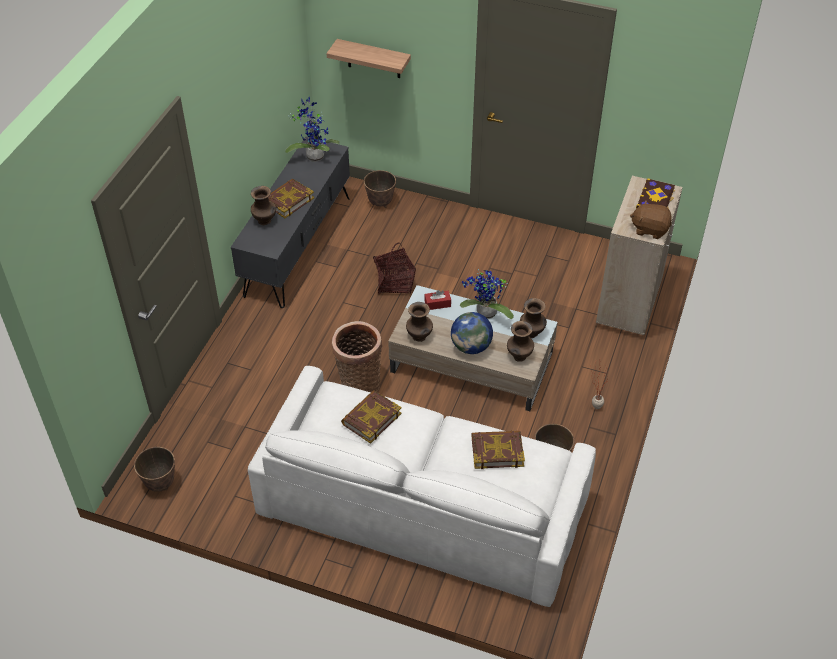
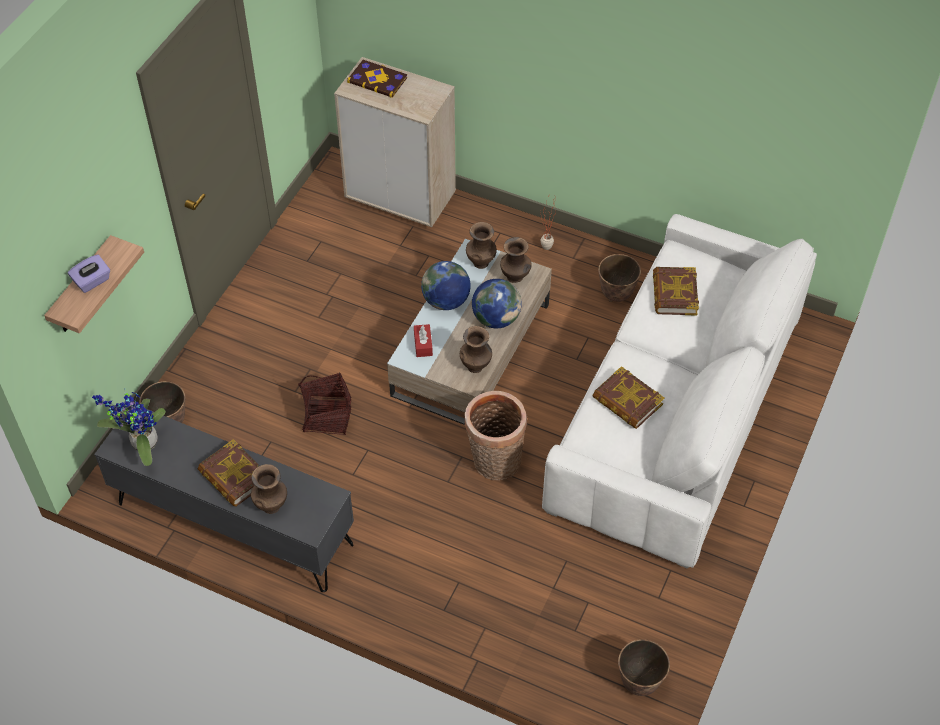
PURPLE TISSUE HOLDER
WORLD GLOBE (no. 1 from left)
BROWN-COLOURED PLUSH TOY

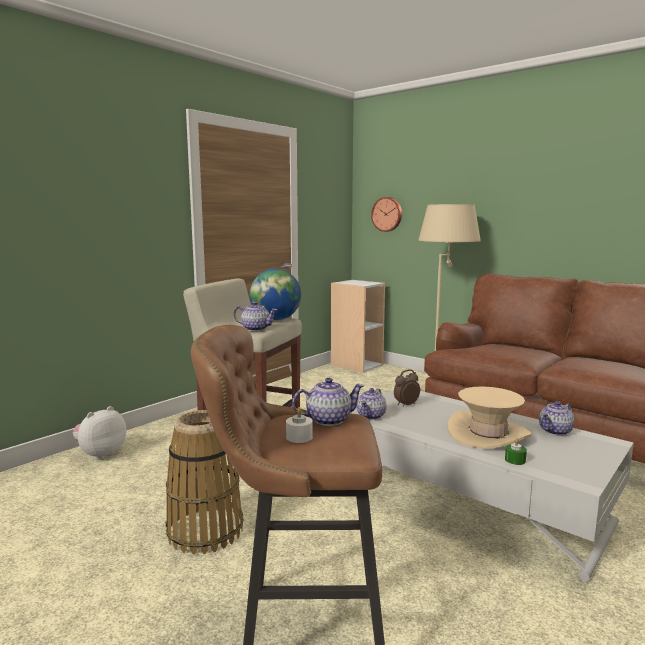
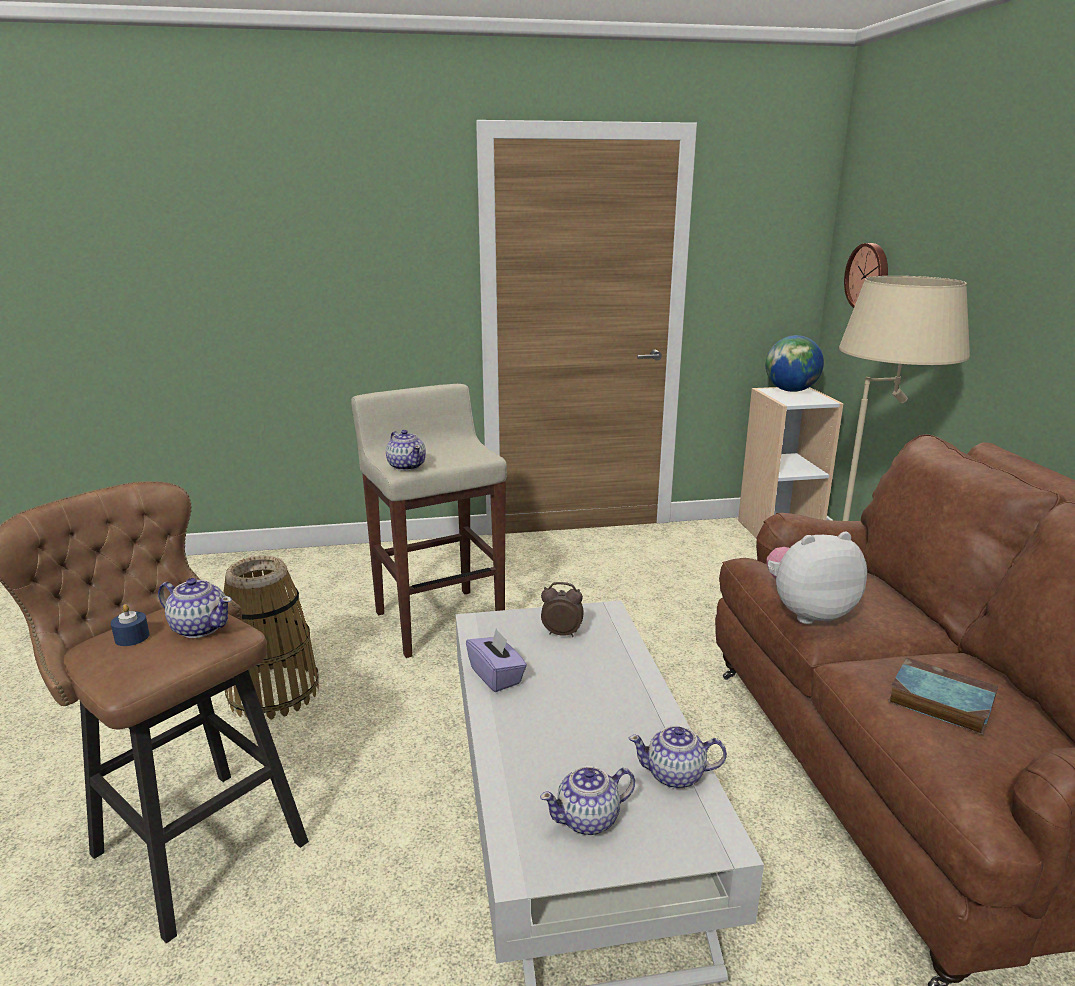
BLUE WAX LIGHT
PURPLE TISSUE HOLDER
TEA POT (no. 3 from left)
WORLD GLOBE
PLUSH TOY
VOLUME
BEIGE WEARABLE HAT
GREEN-COLOURED WAX LIGHT

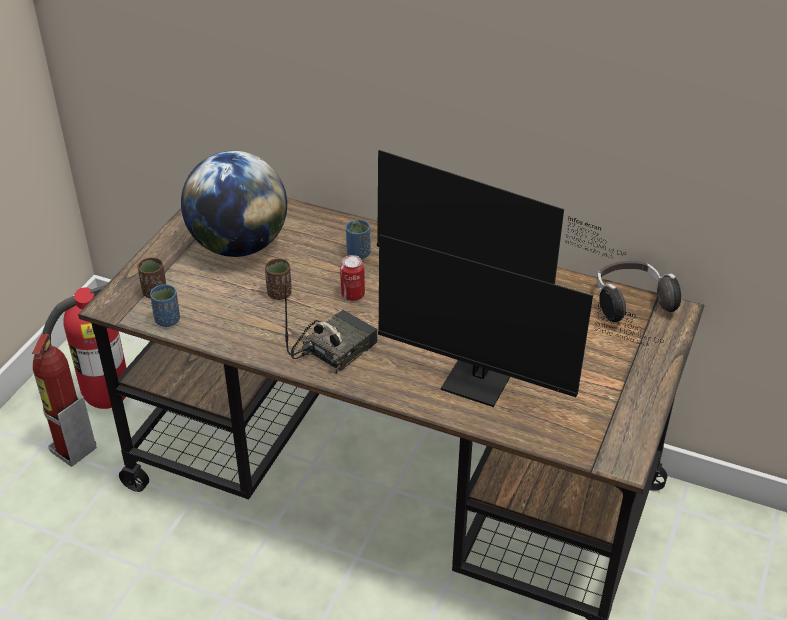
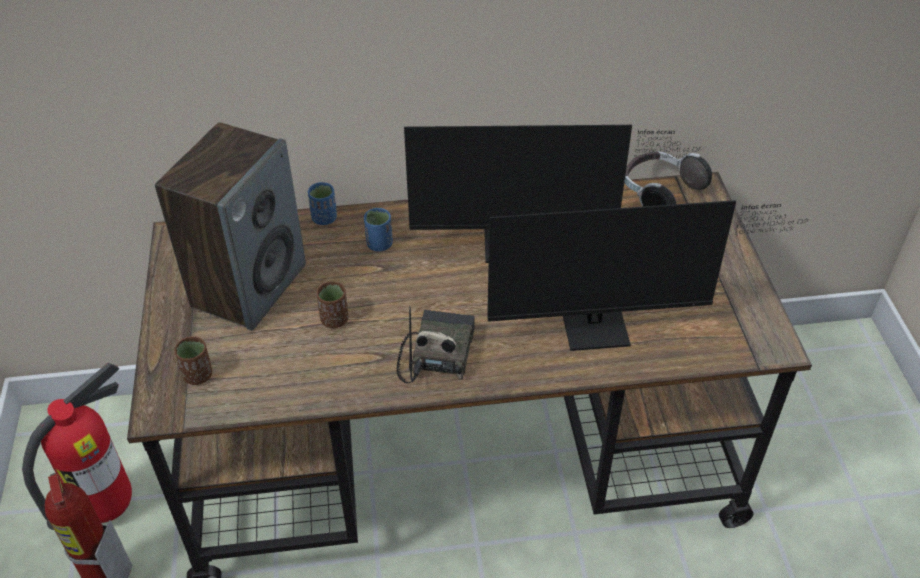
AUDIO SPEAKER
BLUE DRINKING CUP (no. 1 from left)
METAL CAN

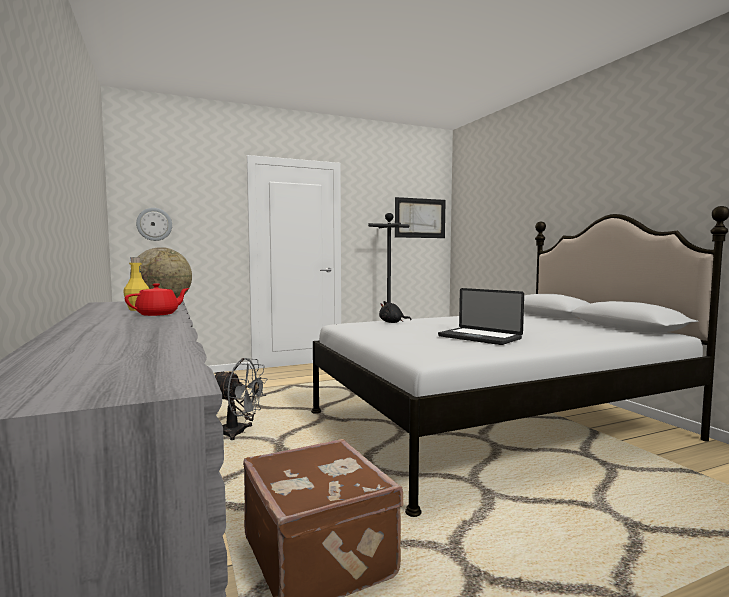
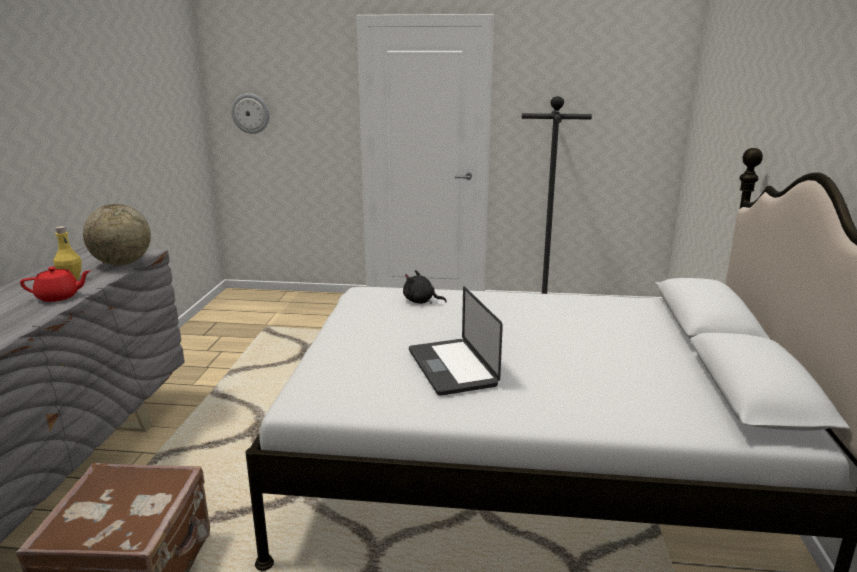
GREY COOLING FAN
WALL ART

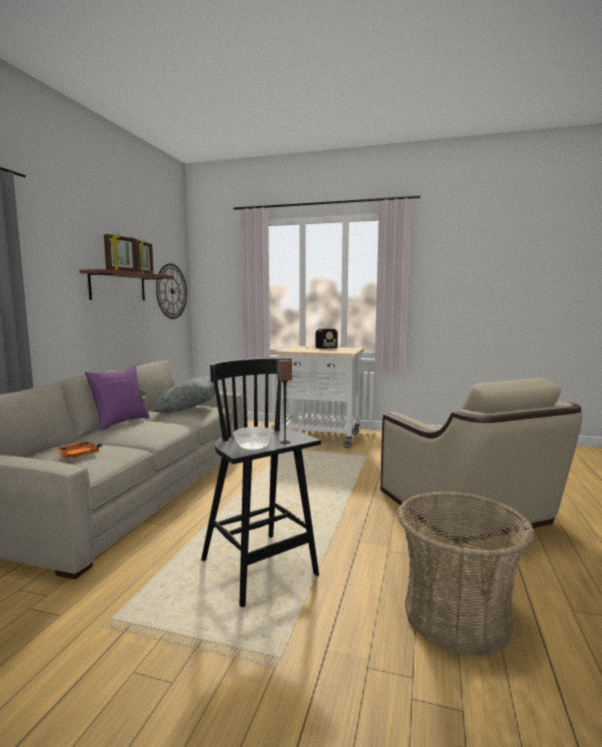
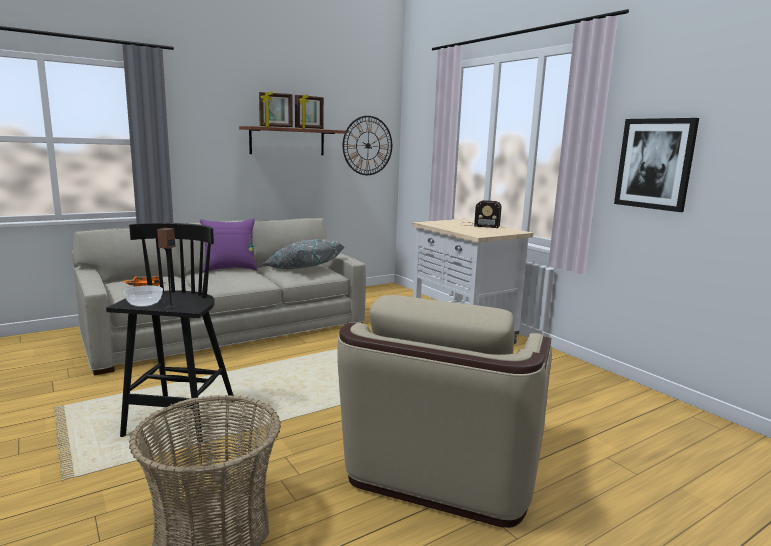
WALL ART

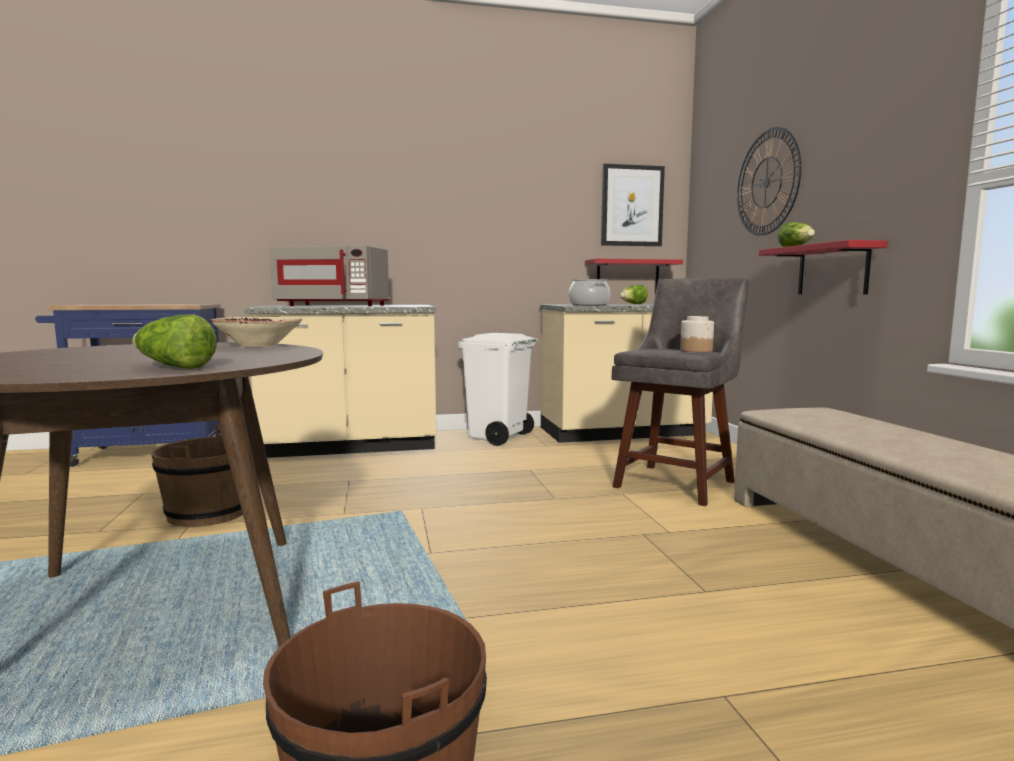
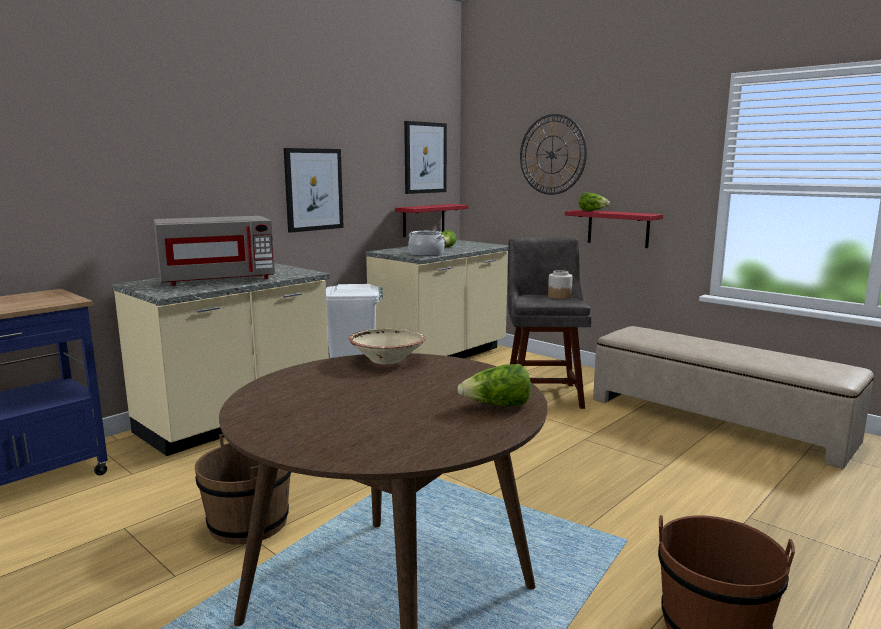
WALL ART (no. 1 from left)

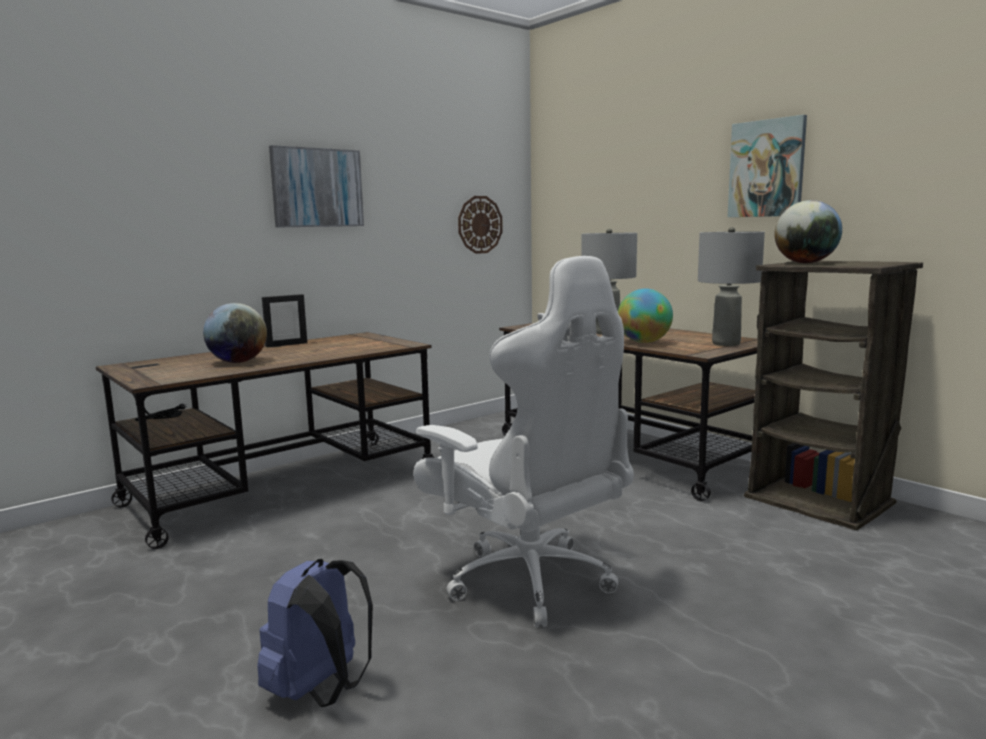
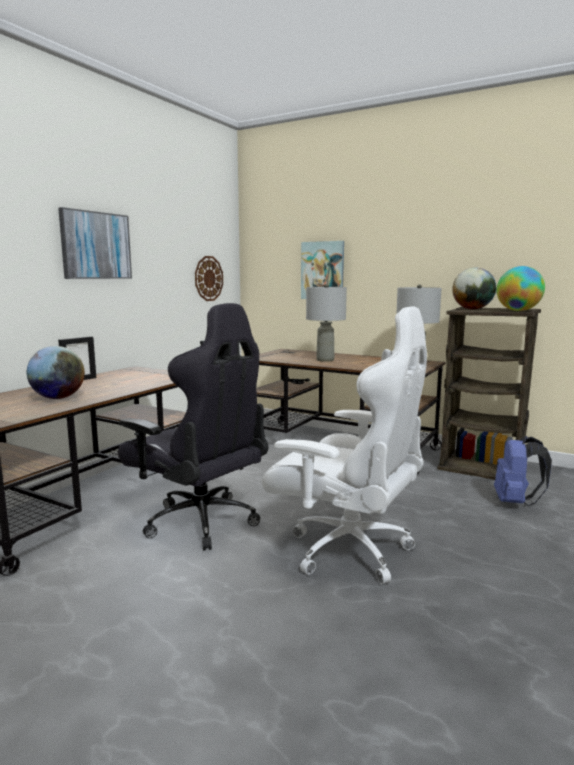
BLACK DESK CHAIR
WALL ART (no. 2 from left)
BLUE RUCKSACK
WORLD GLOBE (no. 3 from left)

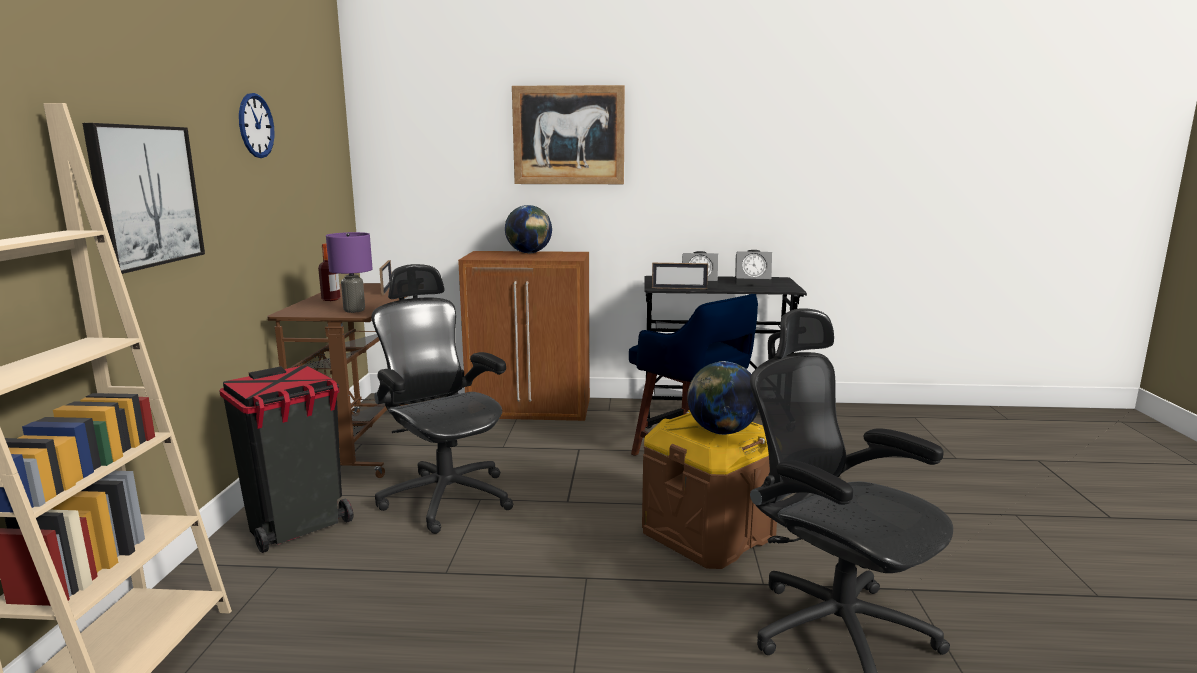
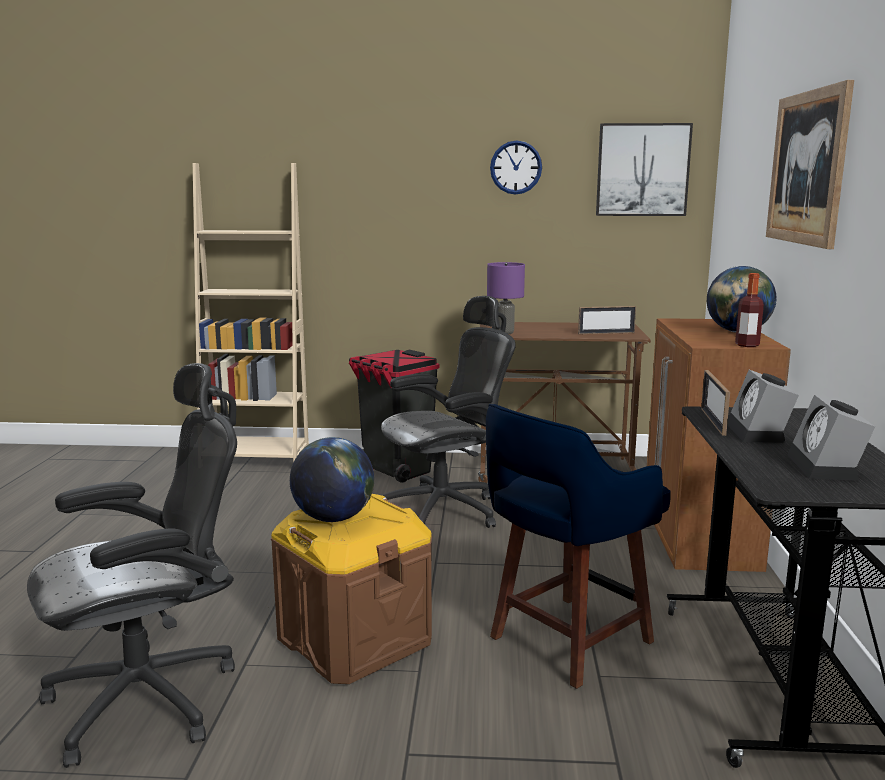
WALL ART (no. 1 from left)
BOTTLE

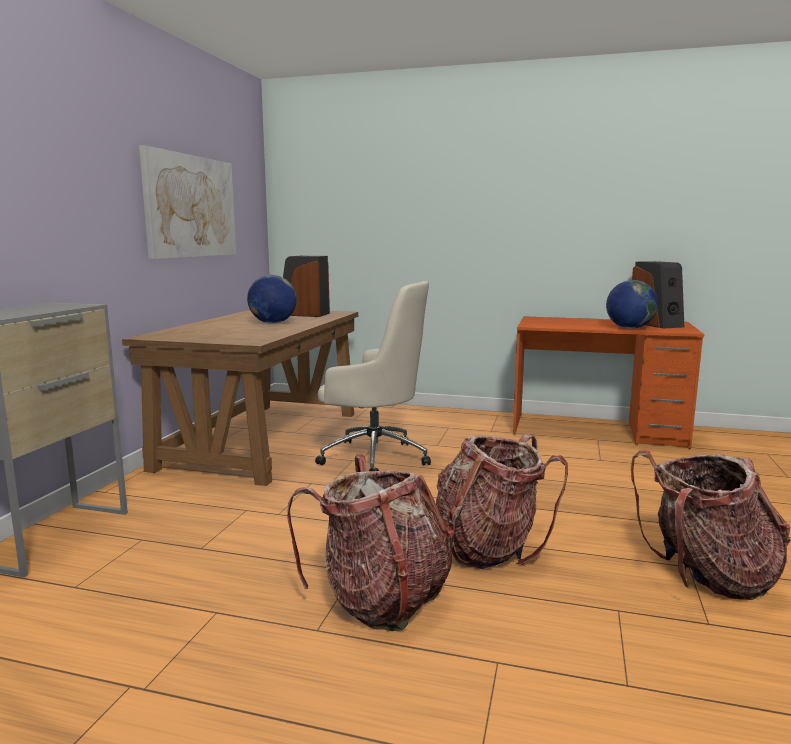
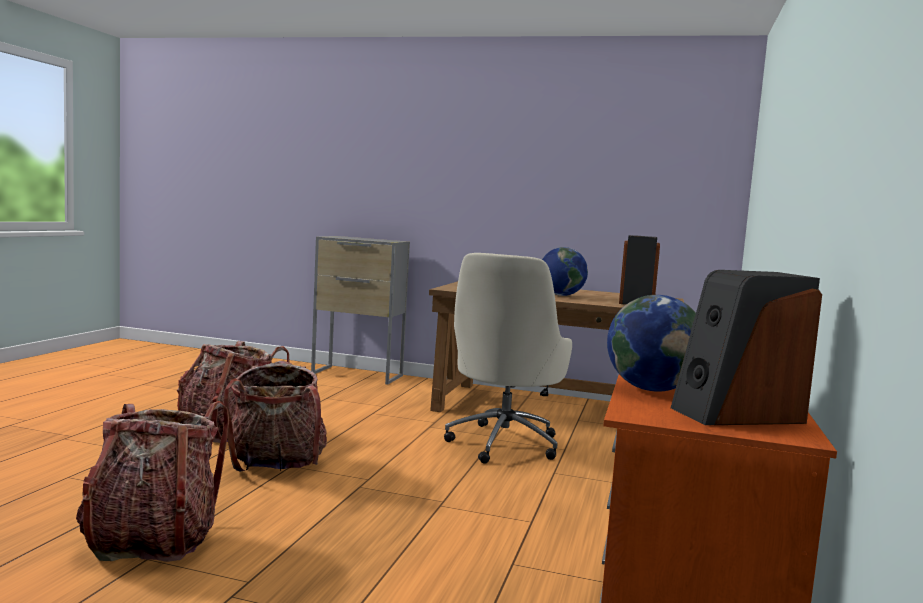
WALL ART

